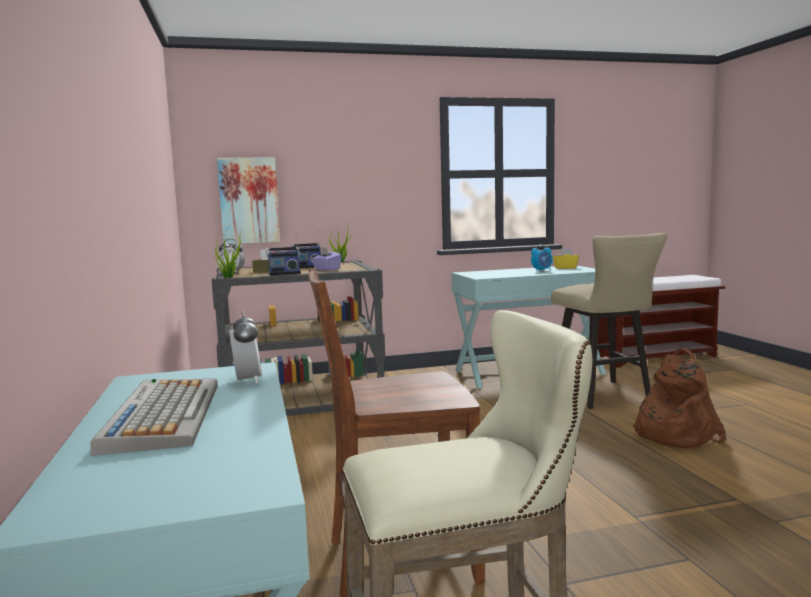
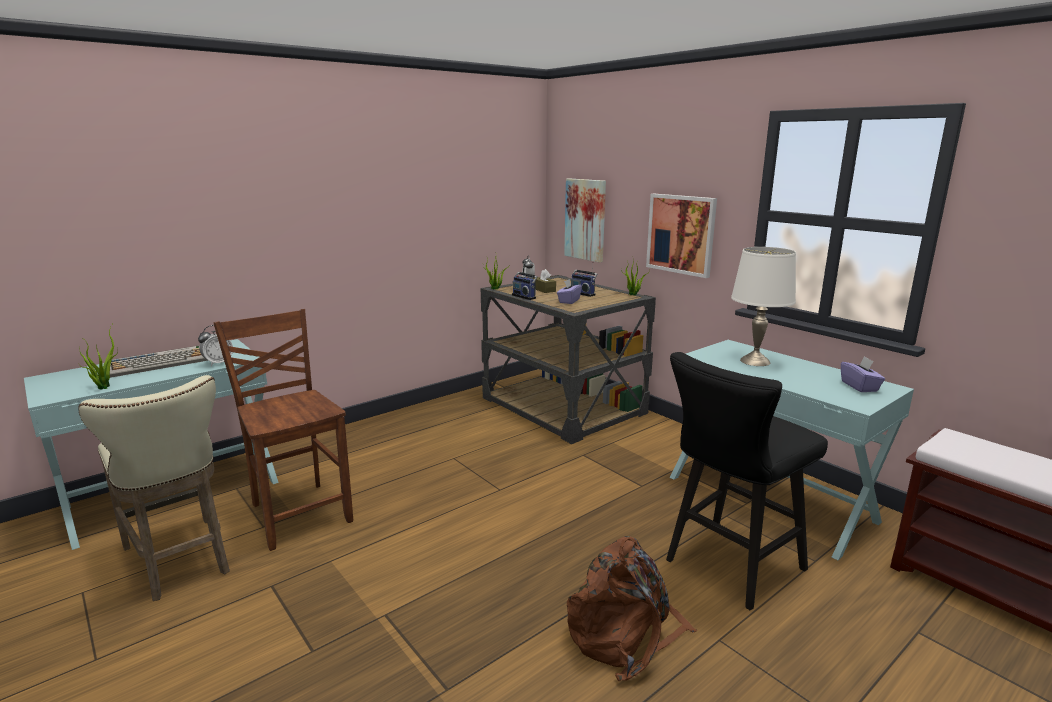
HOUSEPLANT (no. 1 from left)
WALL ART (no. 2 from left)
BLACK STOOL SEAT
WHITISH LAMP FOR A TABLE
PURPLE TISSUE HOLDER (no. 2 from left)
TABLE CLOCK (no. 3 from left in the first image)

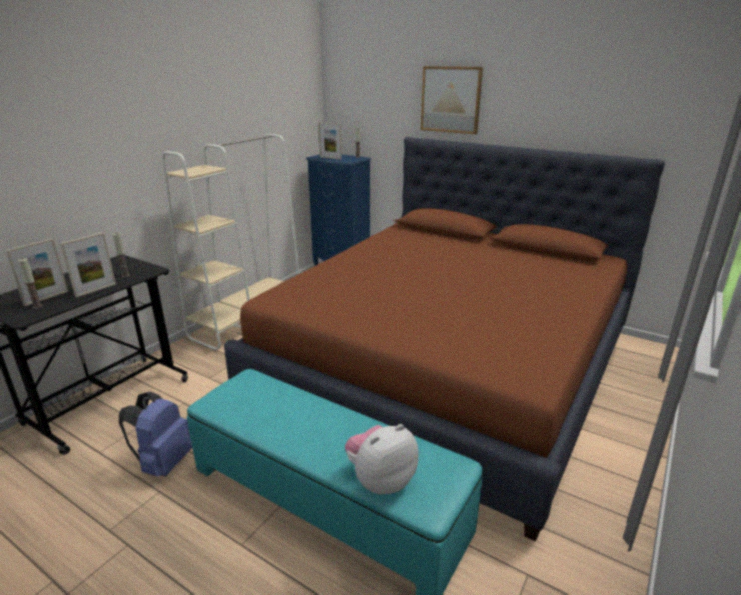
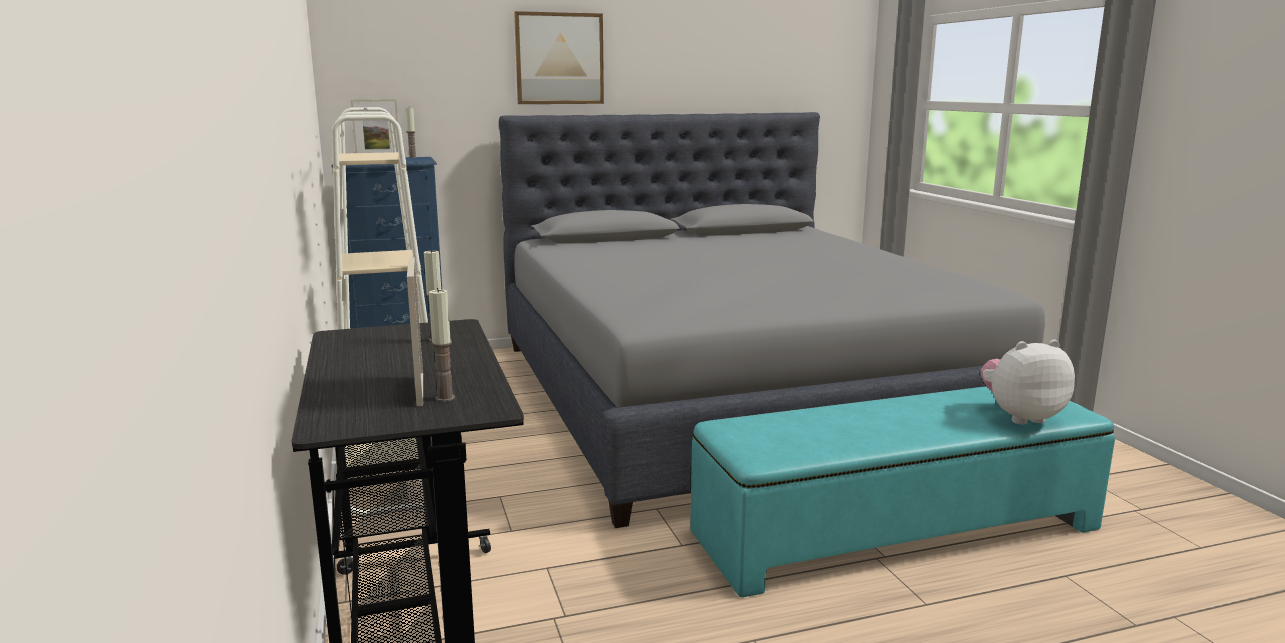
GREY BED
PLUSH TOY
PHOTO FRAME (no. 2 from left in the first image)
BLUE RUCKSACK

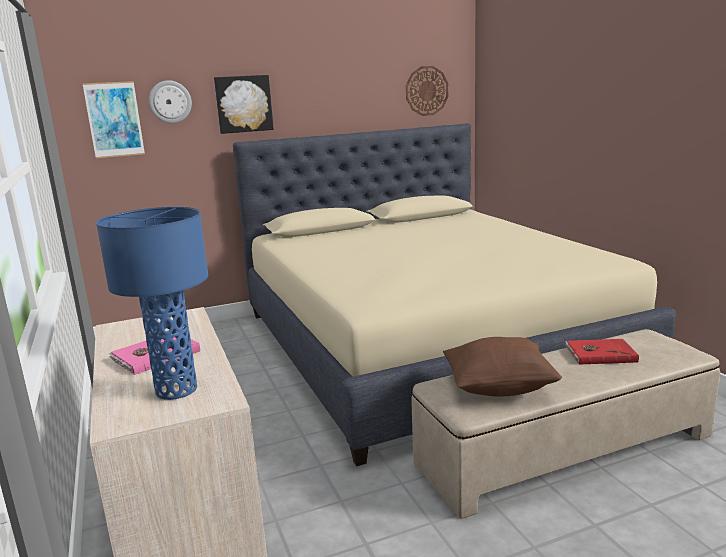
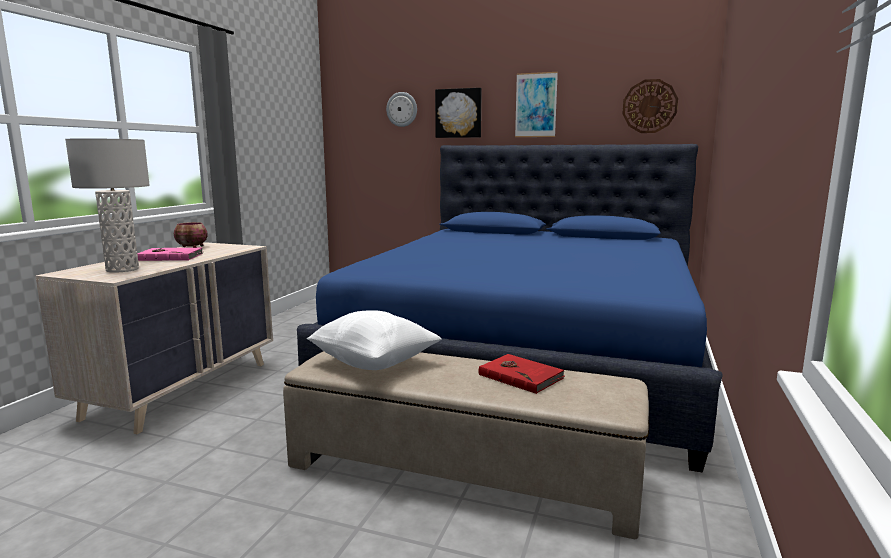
WHITISH LAMP FOR A TABLE
SERVING BOWL
BLUE BED
WHITISH THROW PILLOW
WALL ART (no. 2 from left)

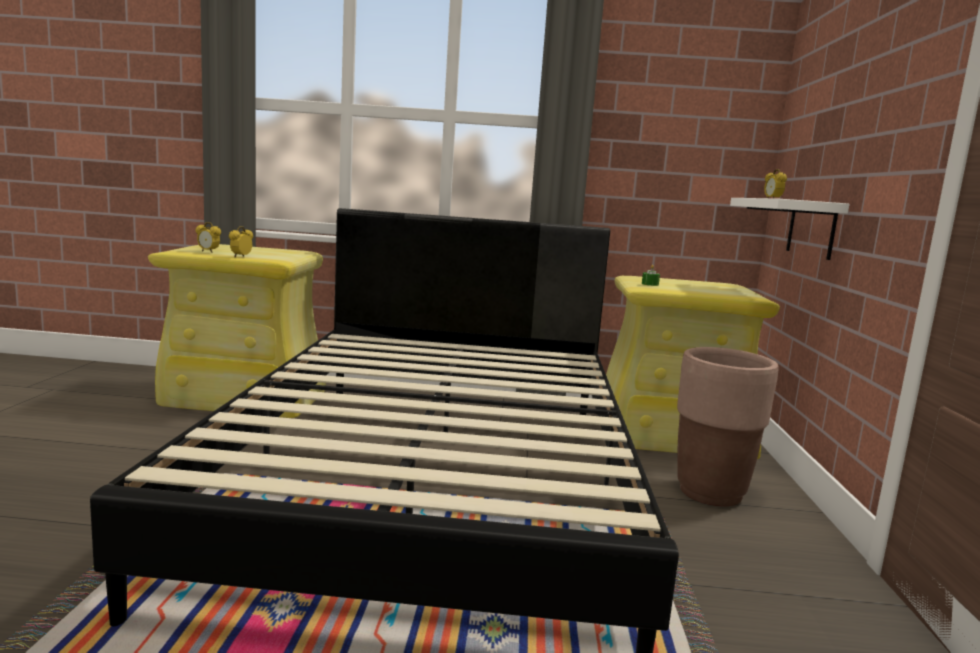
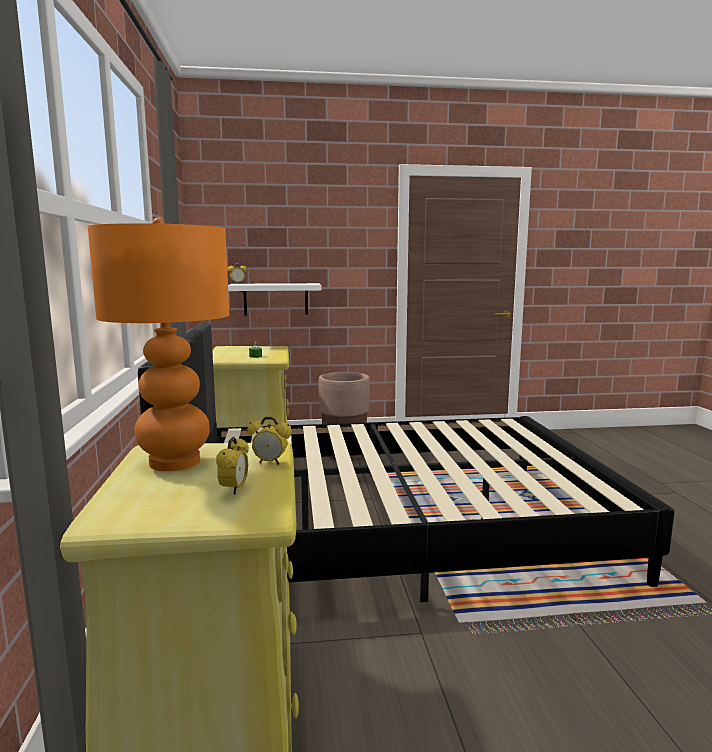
ORANGE-COLOURED LAMP FOR A TABLE

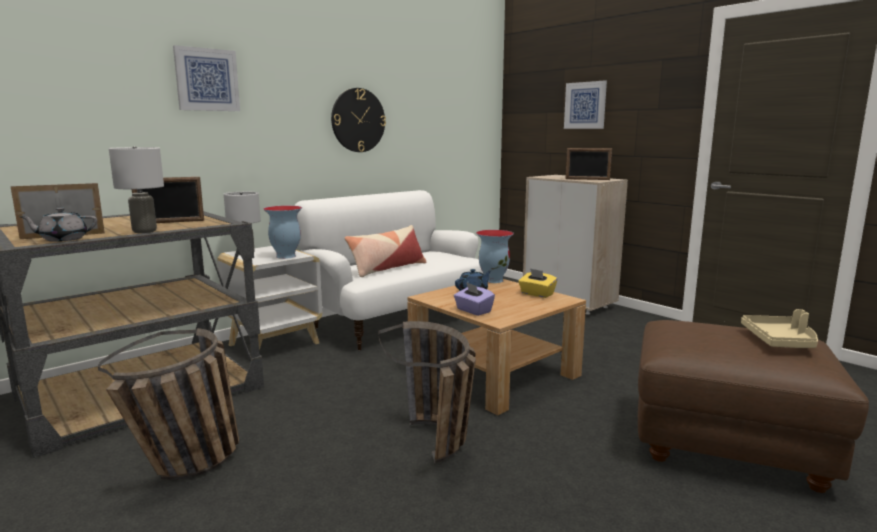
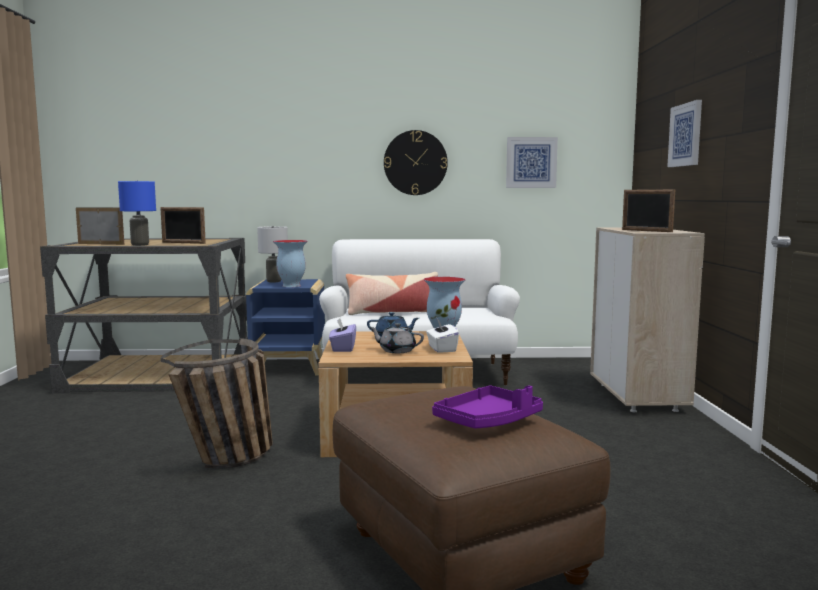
BLUE LAMP FOR A TABLE
BLUE END TABLE
GREY TEA POT
WHITISH TISSUE HOLDER
PURPLE TRAY
WALL ART (no. 1 from left)
STORAGE BASKET (no. 1 from left in the first image)

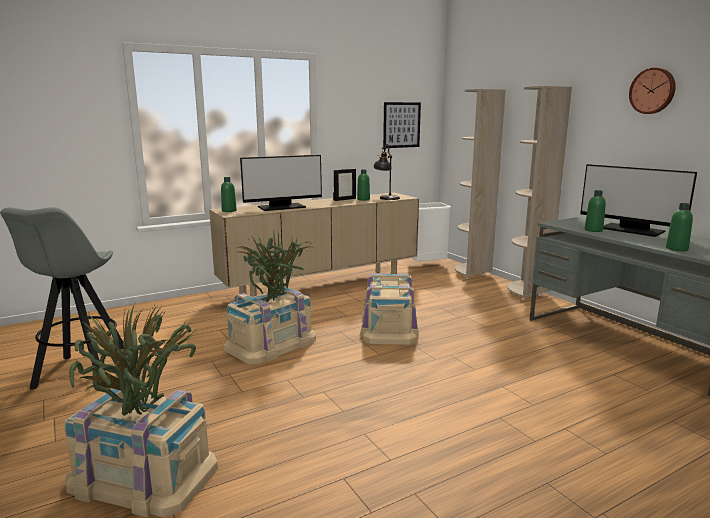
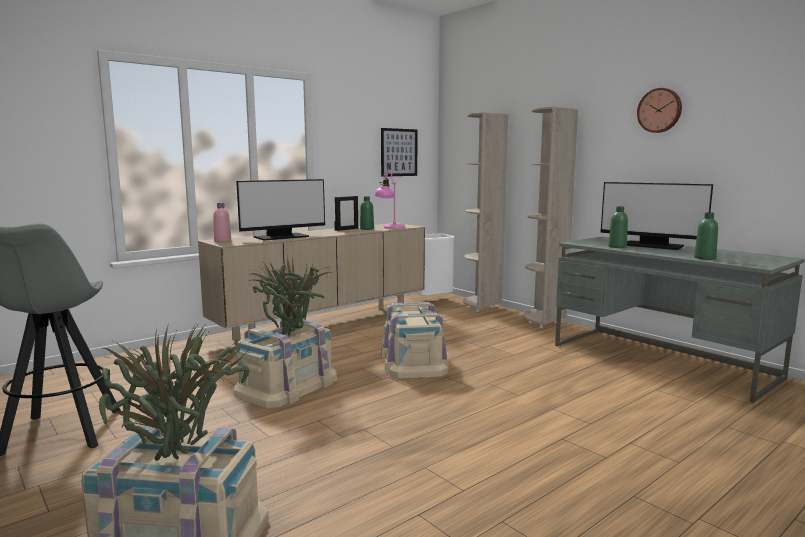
PINKISH BOTTLE
PINKISH LAMP FOR A TABLE

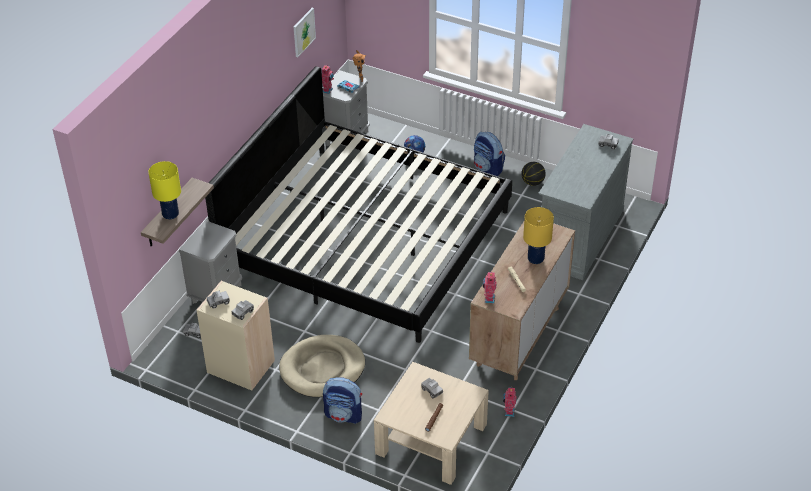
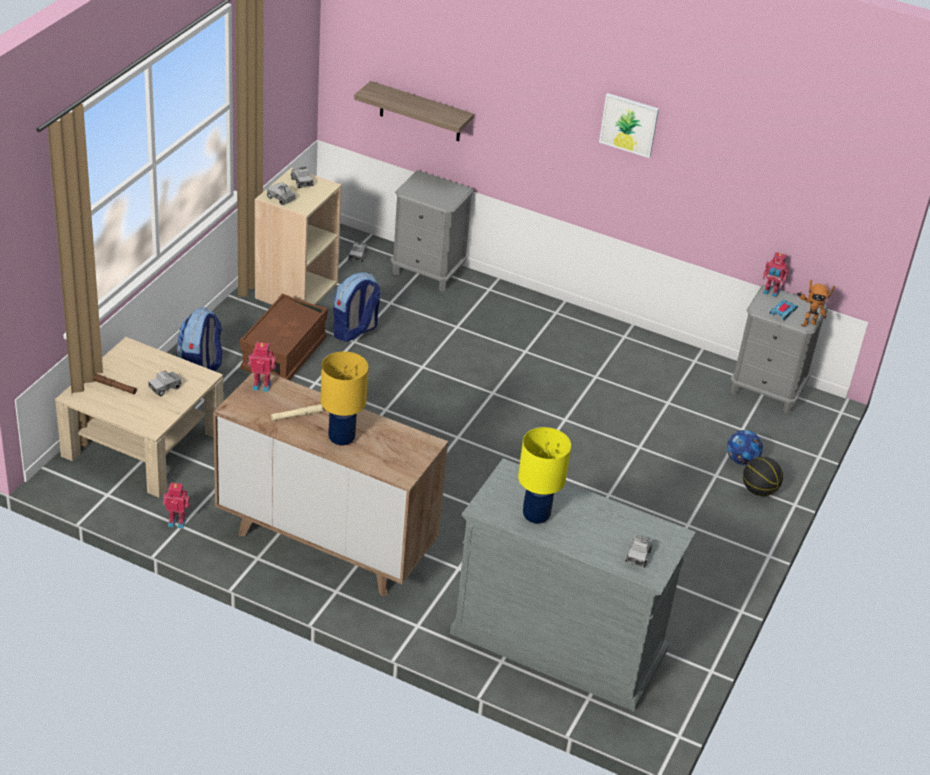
BROWN-COLOURED STORAGE BOX
RUCKSACK (no. 2 from left)
YELLOW LAMP FOR A TABLE (no. 2 from left)
WALL ART
BASKETBALL
BED

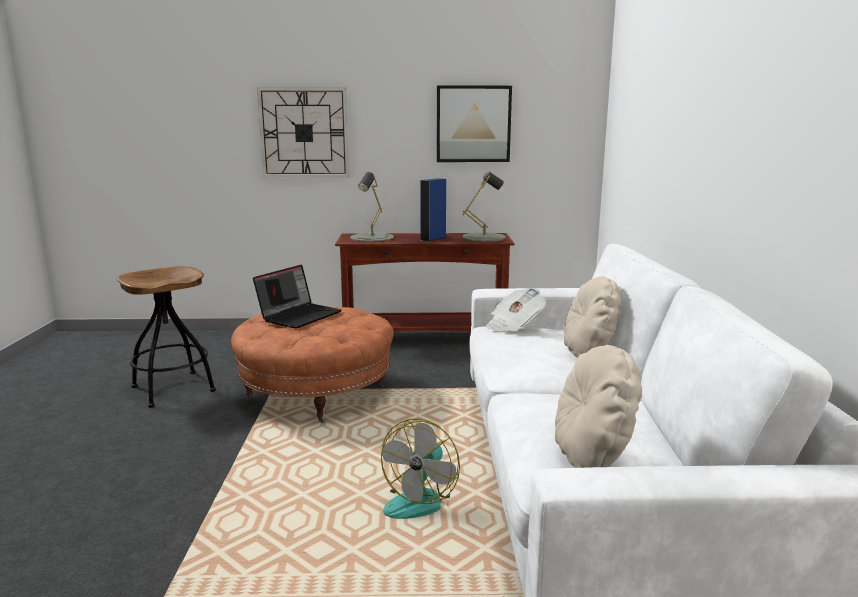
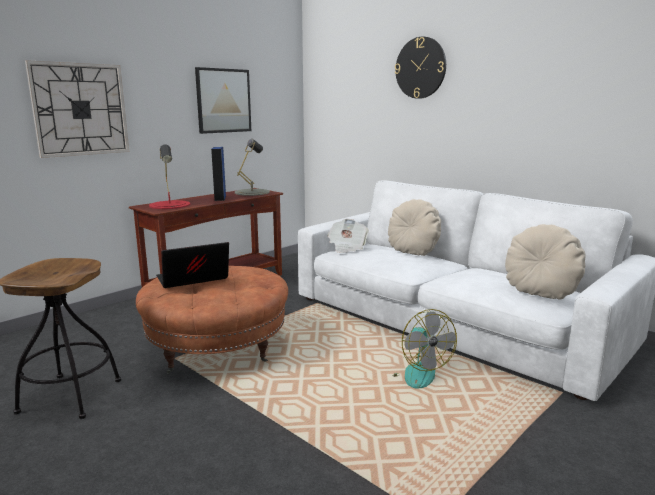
REDDISH LAMP FOR A TABLE
LAPTOP
CLOCK ON THE WALL (no. 2 from left)

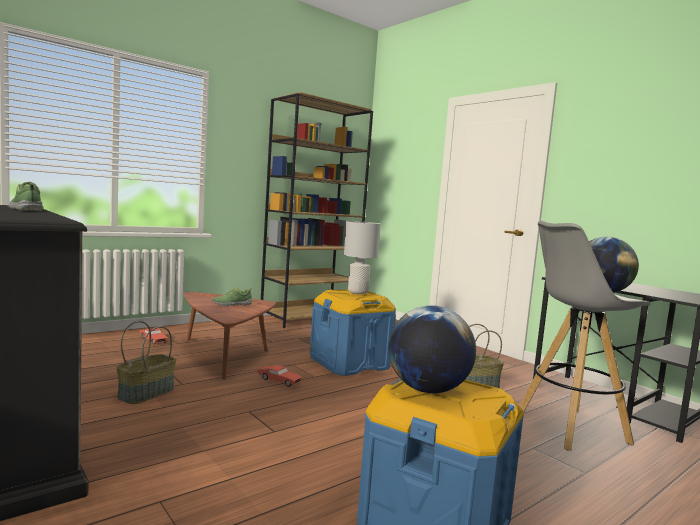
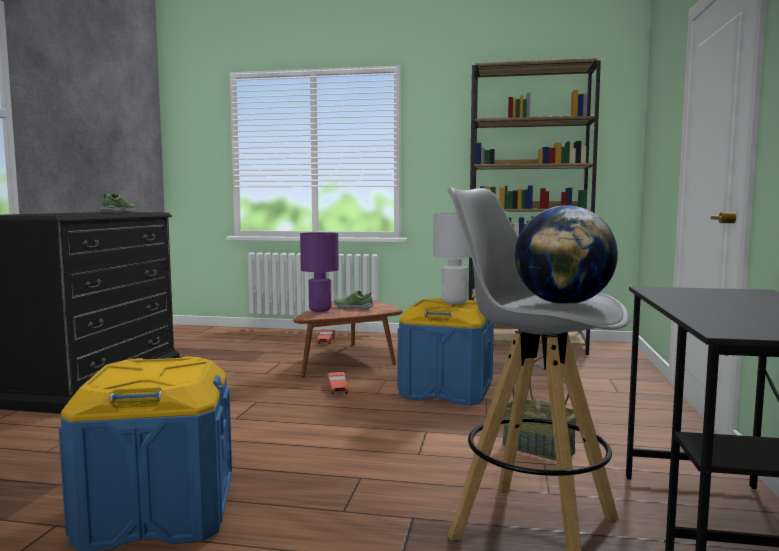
PURPLE LAMP FOR A TABLE
STORAGE BASKET (no. 1 from left in the first image)
WORLD GLOBE (no. 1 from left in the first image)

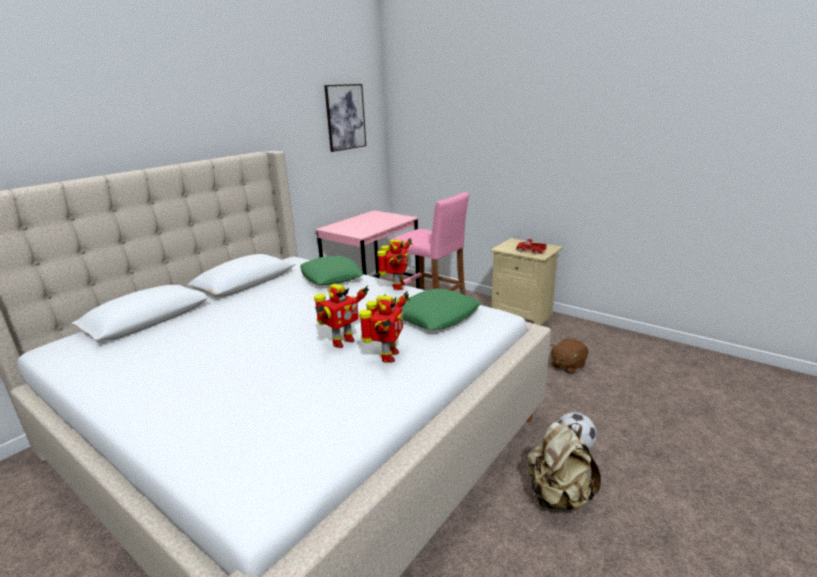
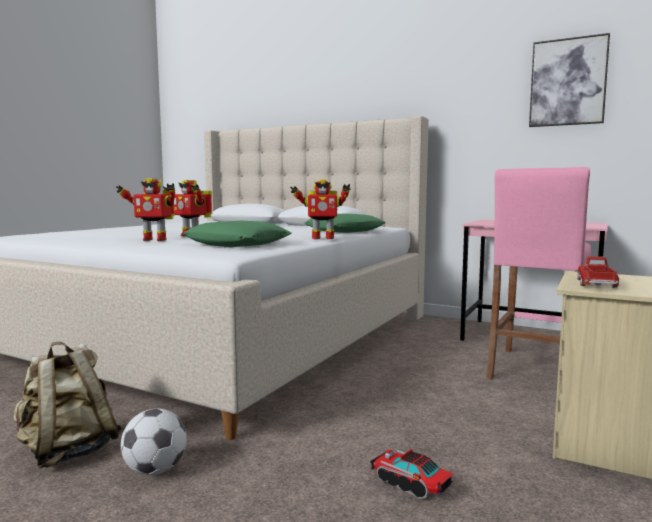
TOY TRUCK (no. 1 from left)

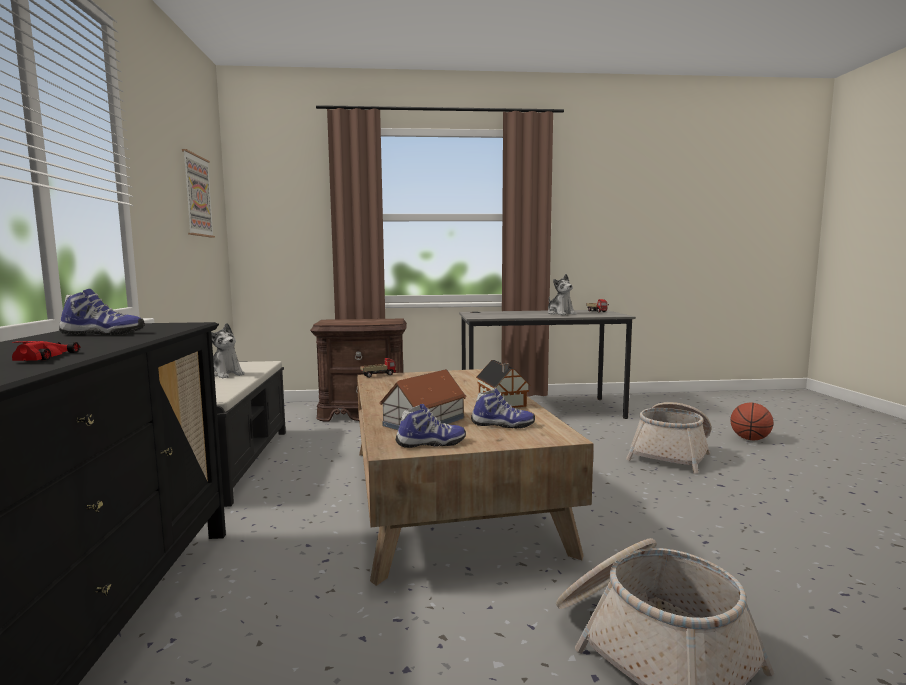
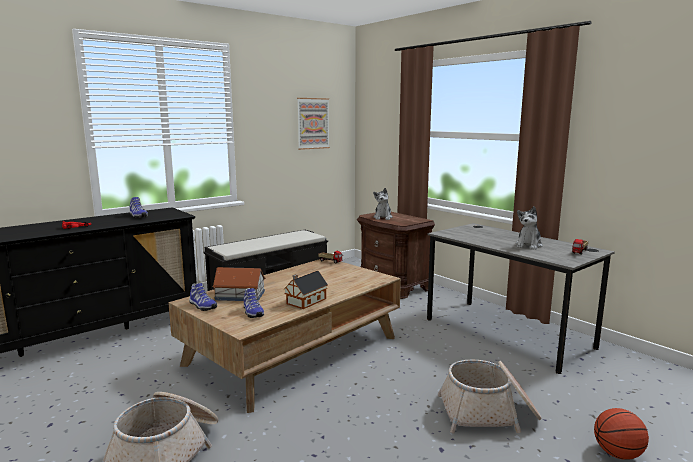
PLUSH TOY (no. 1 from left)

